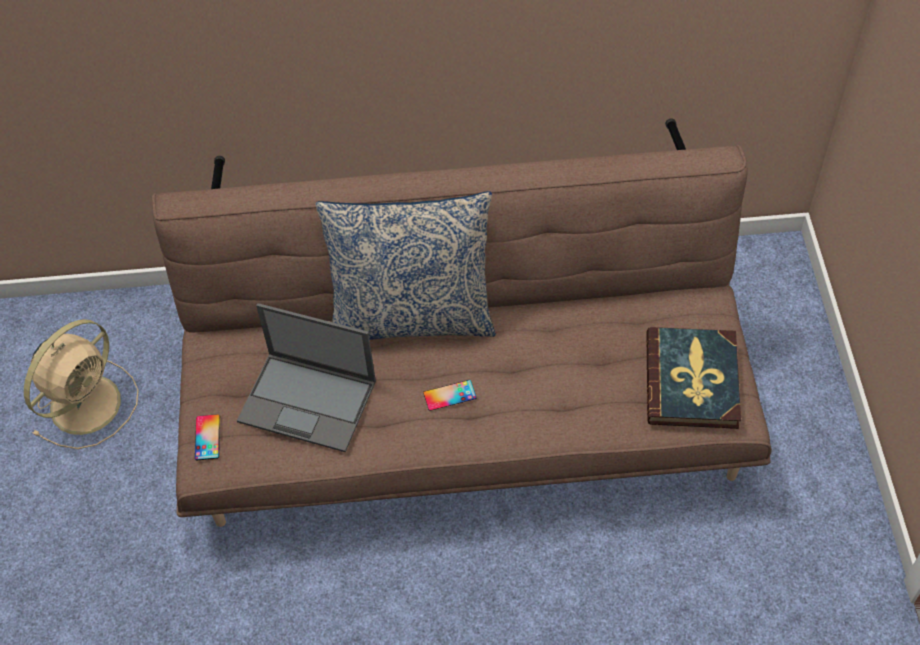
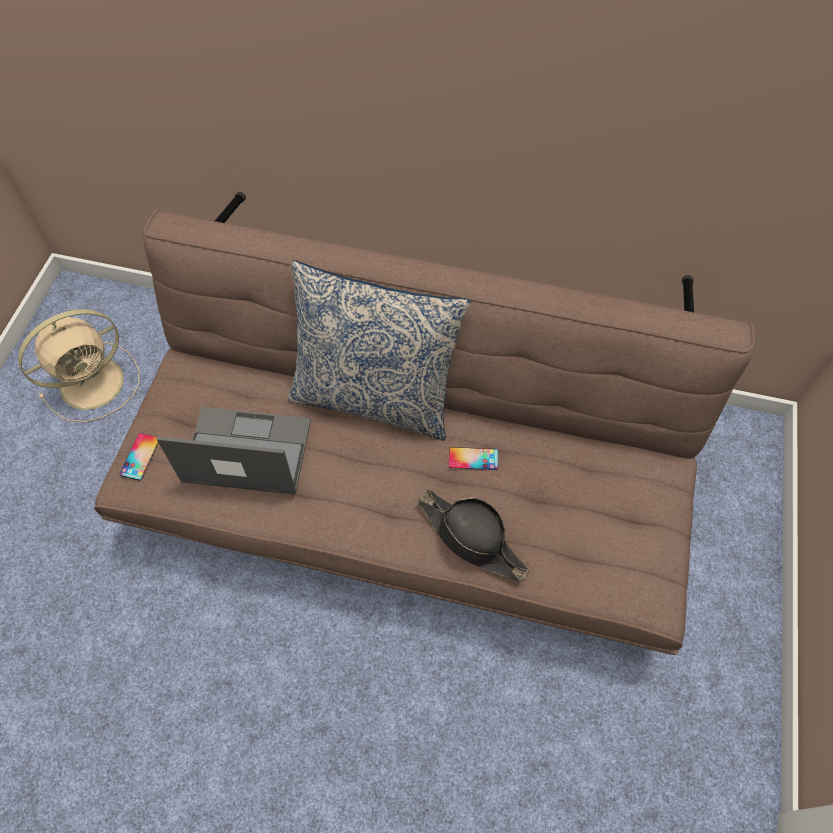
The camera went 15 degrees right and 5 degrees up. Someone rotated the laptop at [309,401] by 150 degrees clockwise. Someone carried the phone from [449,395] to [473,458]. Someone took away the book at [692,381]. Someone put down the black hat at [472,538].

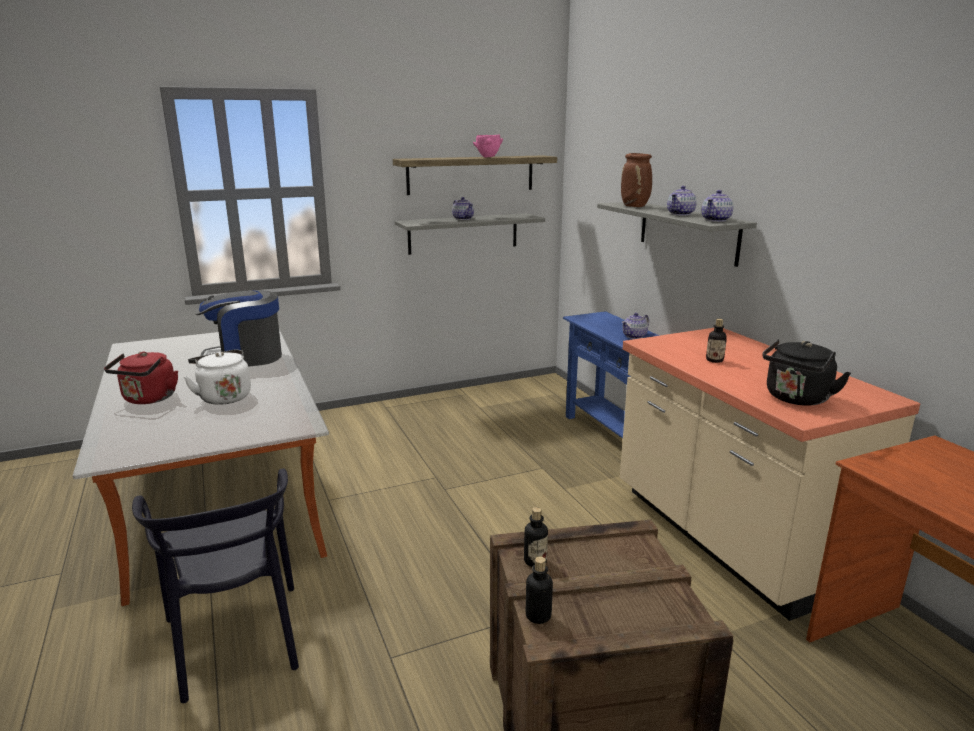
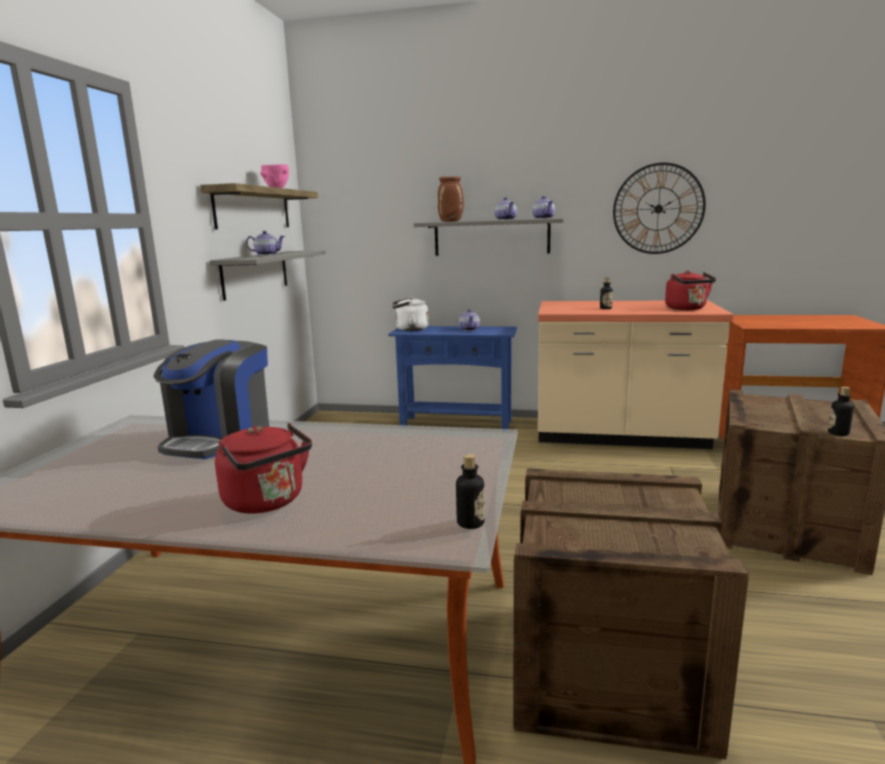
The camera went 55 degrees left and 5 degrees down. Someone swapped the black chair at [236,639] for the crate at [610,671]. Someone carried the white kettle from [223,397] to [410,329]. Someone carried the bottle from [535,561] to [470,523]. Someone repainted the black kettle at [796,399], which became the red kettle at [687,309]. Someone put up the wall clock at [658,209].

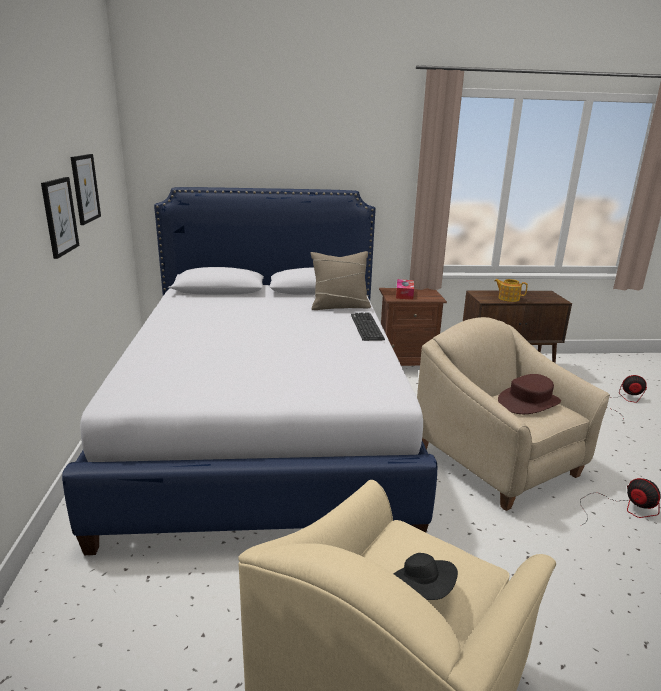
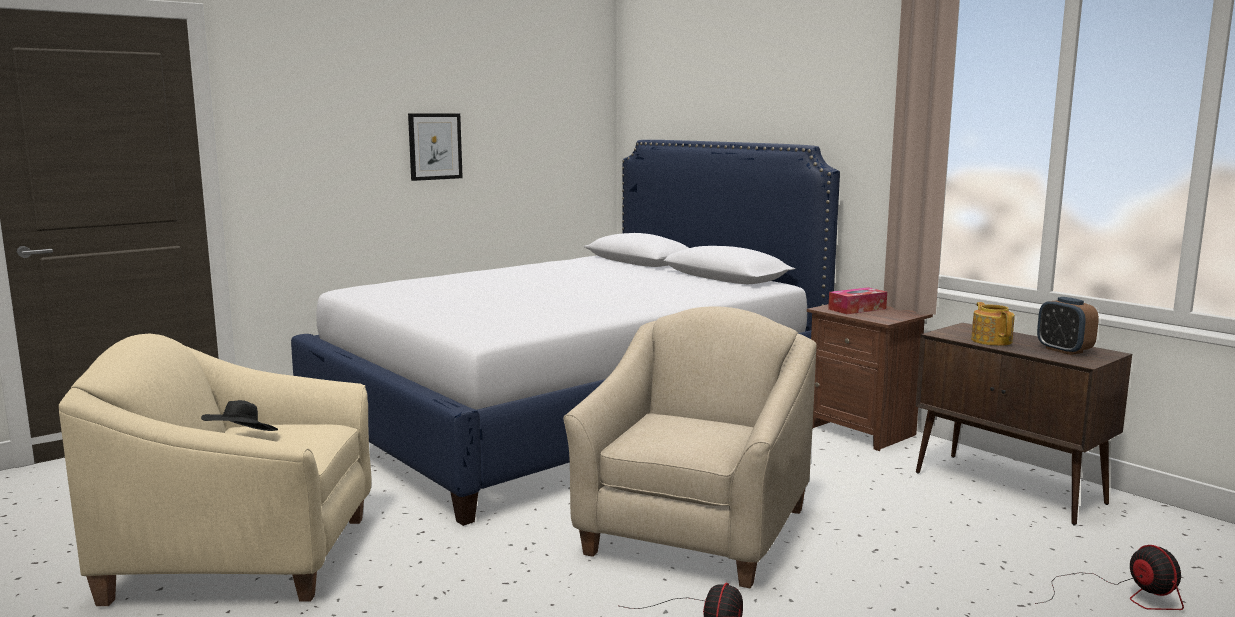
The camera went 55 degrees right and 10 degrees down. Someone took away the picture at [85,188]. Someone took away the beige pillow at [340,306]. Someone took away the keyboard at [366,327]. Someone took away the brown hat at [529,402]. Someone put down the alarm clock at [1064,350].

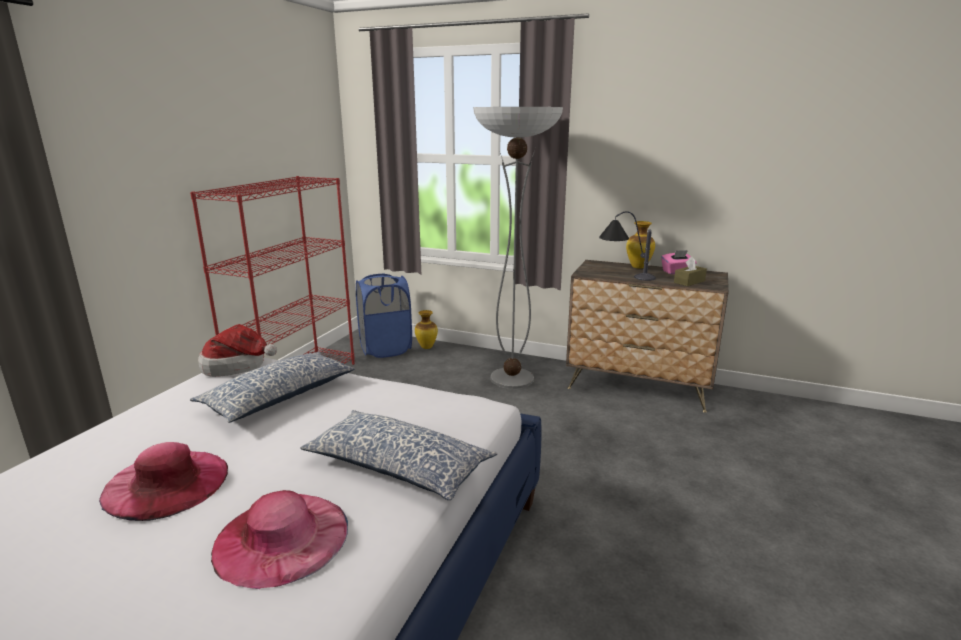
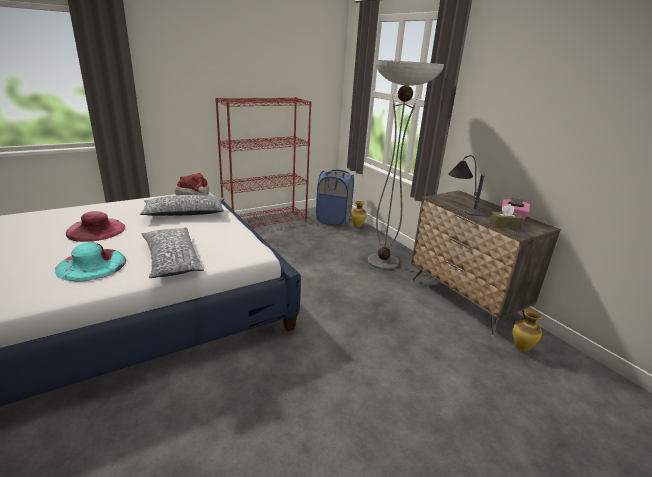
The camera went 35 degrees right and 5 degrees up. Someone repainted the pink hat at [281,537], which became the turquoise hat at [91,264]. Someone carried the vase from [638,267] to [520,348].

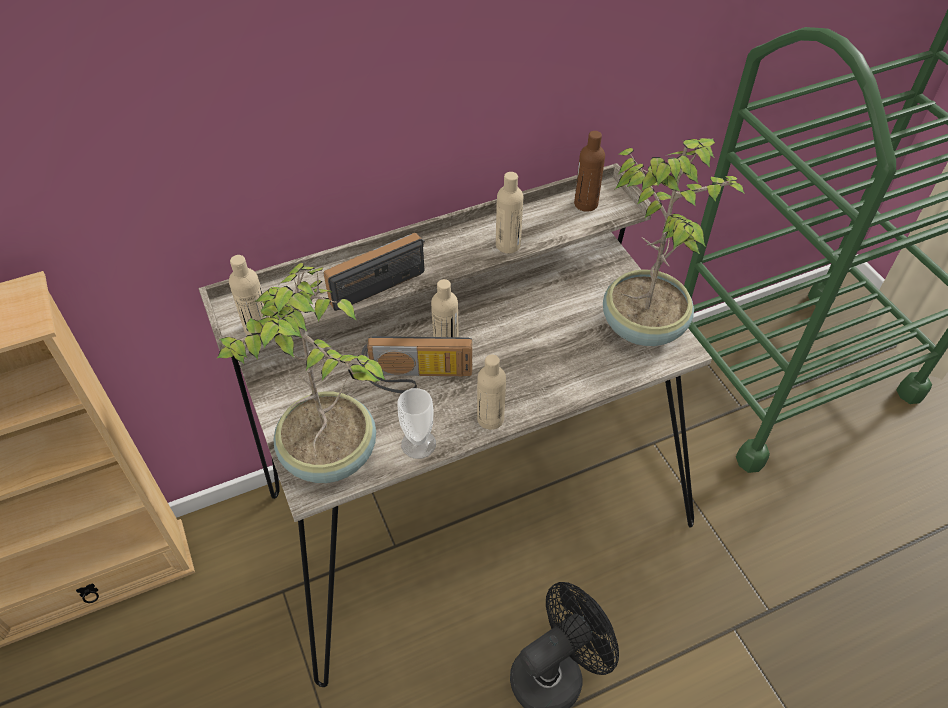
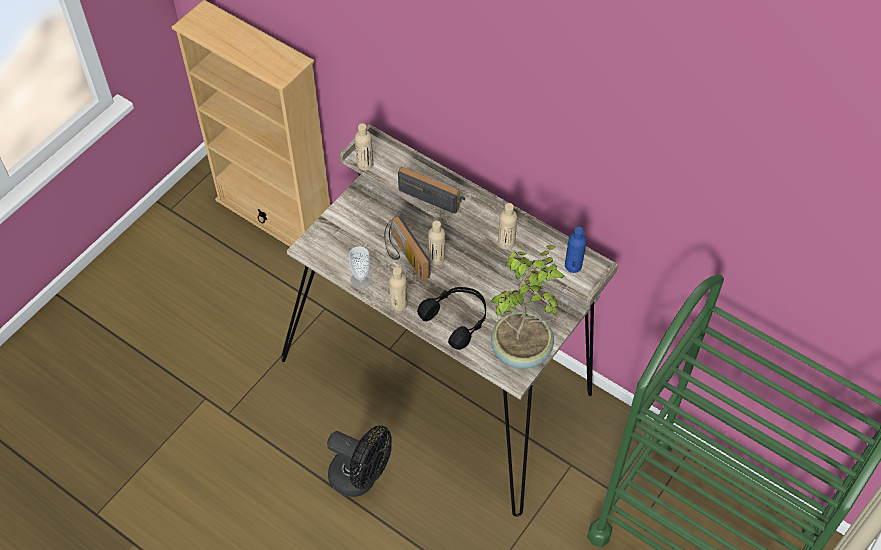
The camera went 60 degrees right and 5 degrees up. Someone took away the potted plant at [328,456]. Someone repainted the brown bottle at [586,204], which became the blue bottle at [573,266]. Someone put down the black headphones at [457,319].

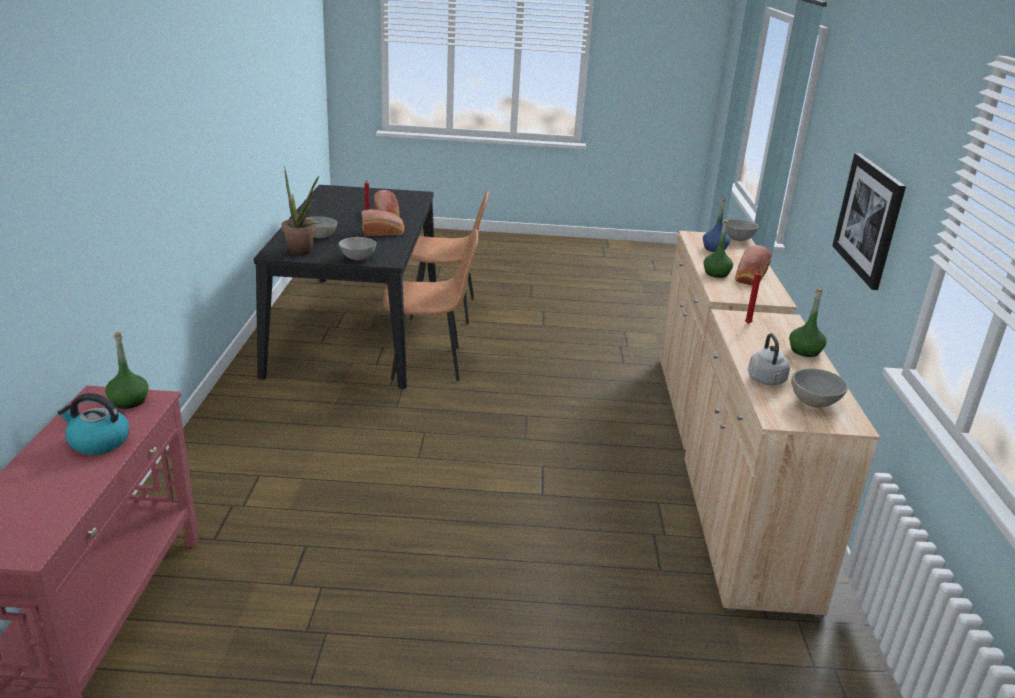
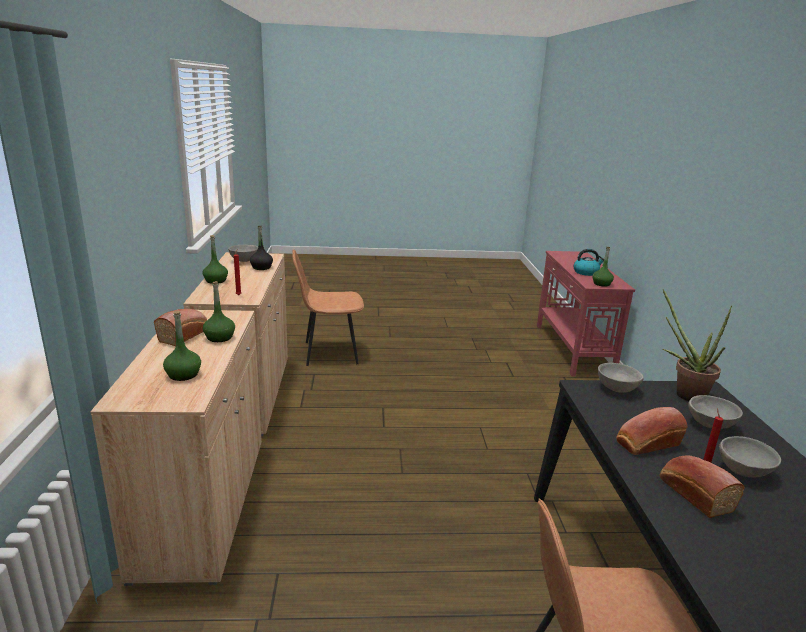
The camera went 175 degrees right and 5 degrees down. Someone carried the brown chair from [428,363] to [329,353]. Someone repainted the blue bottle at [714,249], which became the green bottle at [183,375]. Someone carried the grey bowl from [737,239] to [744,472]. Someone swapped the grey kettle at [767,381] for the black bottle at [261,267]. Someone took away the picture at [869,219].

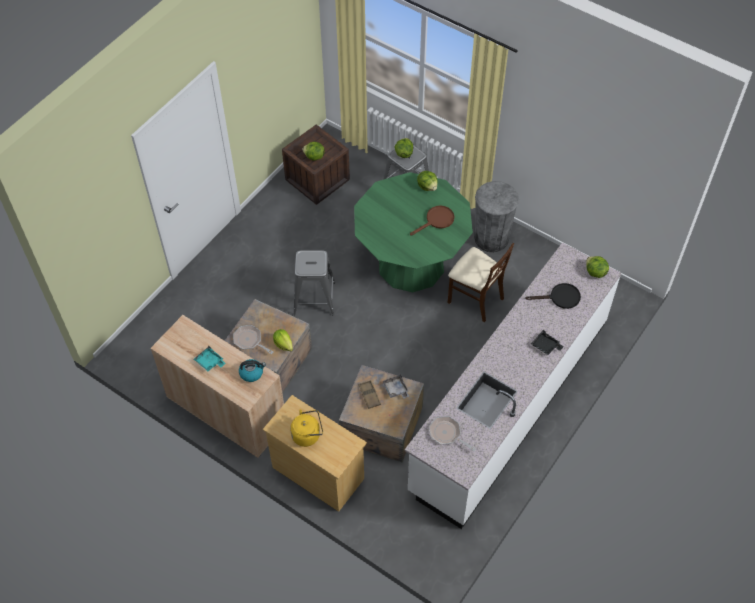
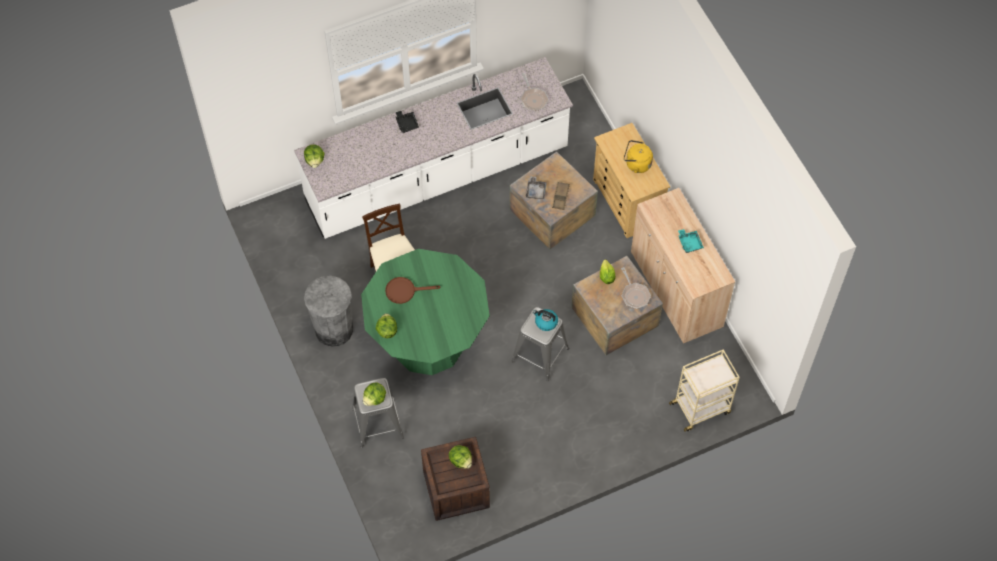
The camera went 150 degrees left and 5 degrees up. Someone carried the kettle from [252,373] to [545,322]. Someone took away the black frying pan at [560,298]. Someone put down the beige cart at [701,407].

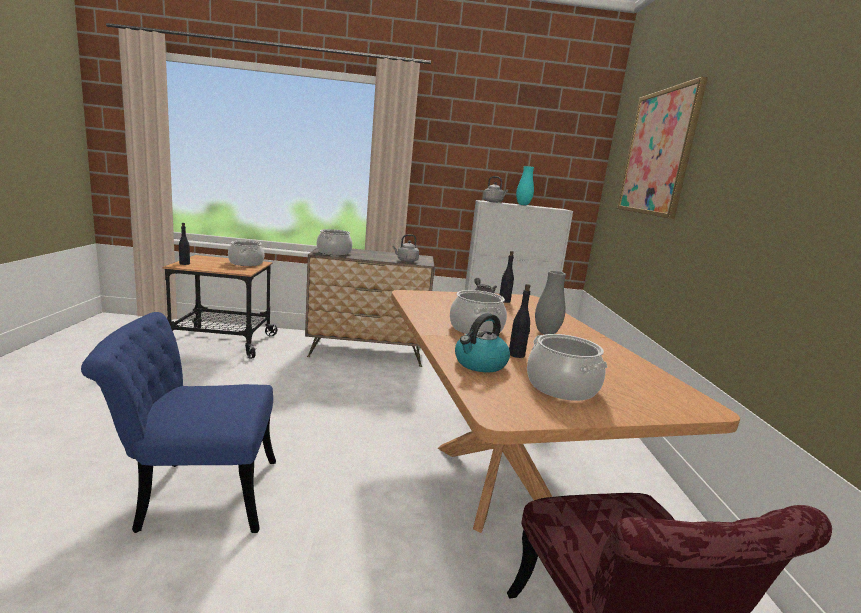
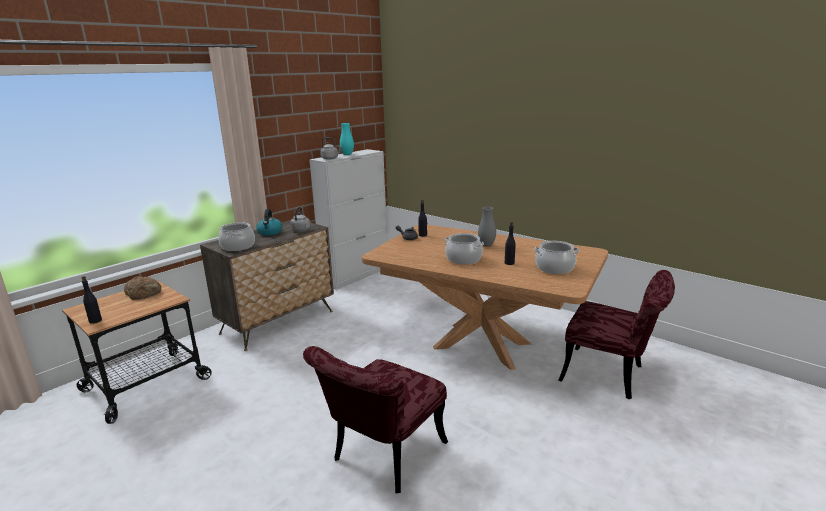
The camera went 45 degrees left and 5 degrees up. Someone repainted the blue chair at [194,495], which became the red chair at [382,458]. Someone swapped the cooking pot at [246,263] for the bread at [144,292]. Someone carried the kettle from [480,364] to [270,232]. Someone took away the picture at [658,153].

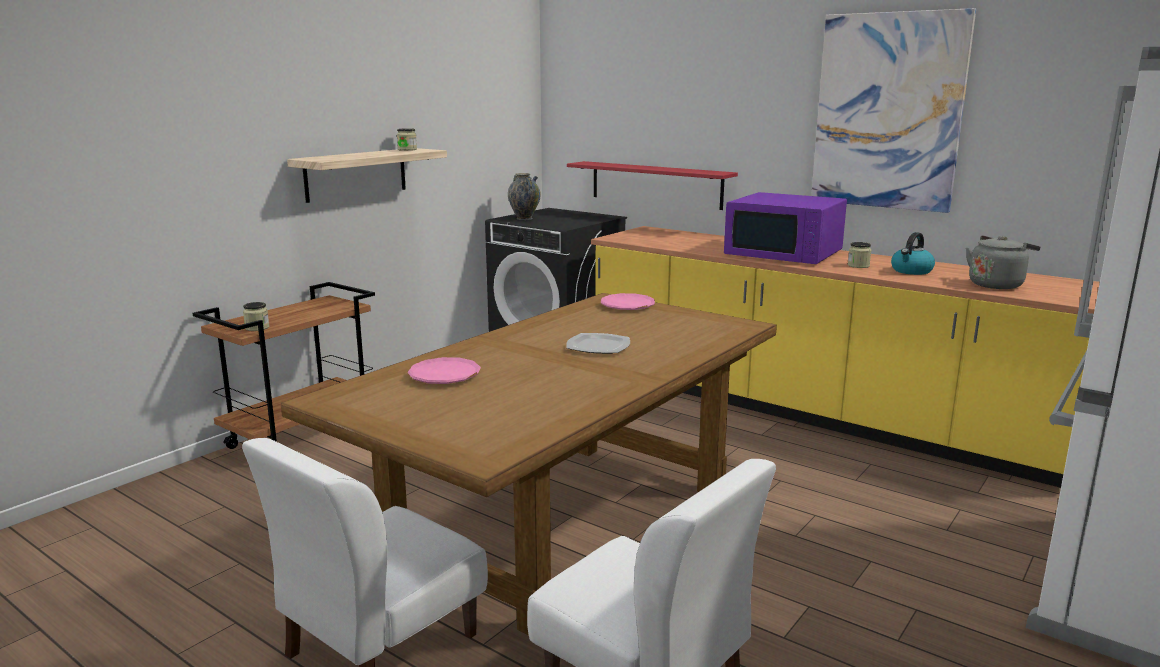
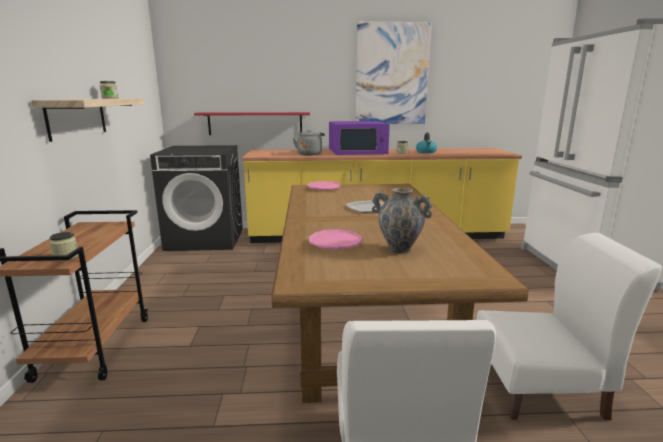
The camera went 40 degrees left and 0 degrees up. Someone carried the vase from [524,218] to [399,249]. Someone carried the grey kettle from [997,284] to [309,154].

